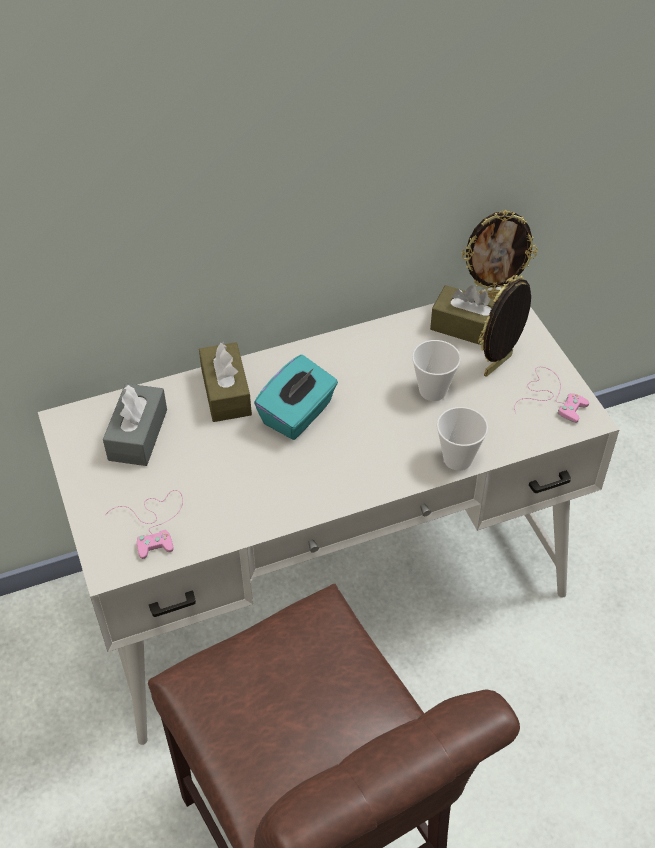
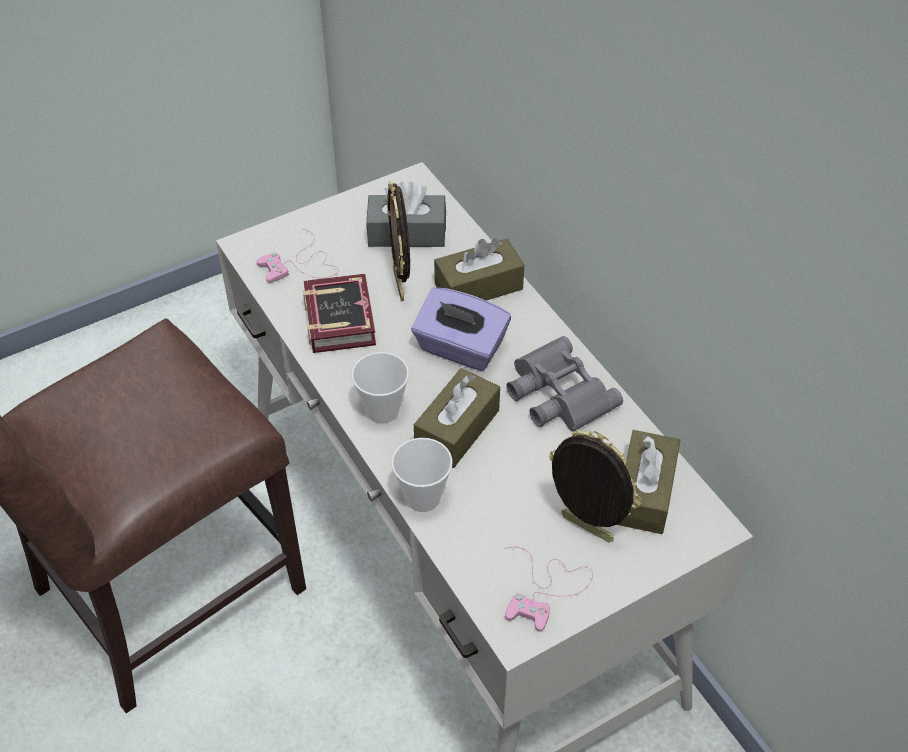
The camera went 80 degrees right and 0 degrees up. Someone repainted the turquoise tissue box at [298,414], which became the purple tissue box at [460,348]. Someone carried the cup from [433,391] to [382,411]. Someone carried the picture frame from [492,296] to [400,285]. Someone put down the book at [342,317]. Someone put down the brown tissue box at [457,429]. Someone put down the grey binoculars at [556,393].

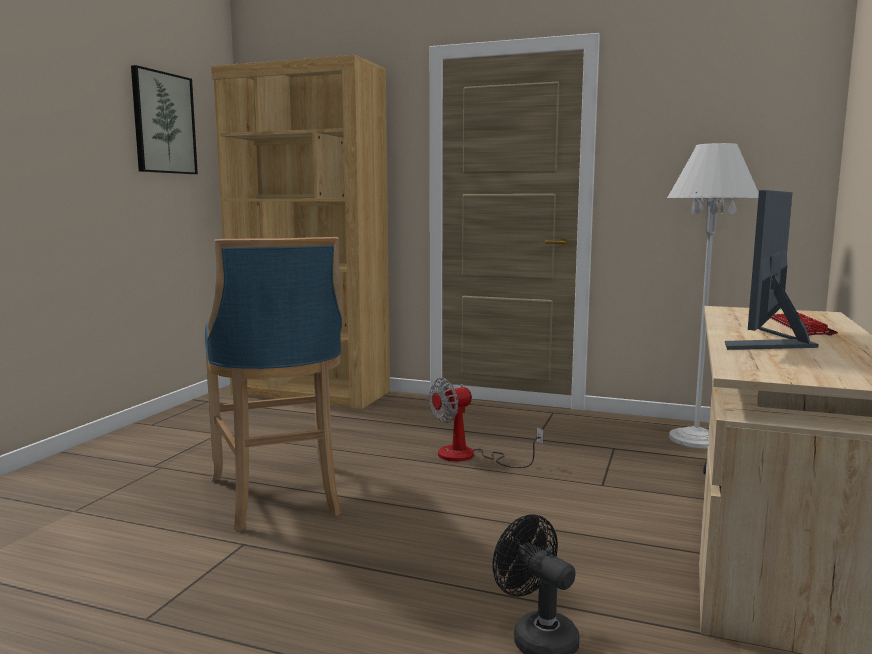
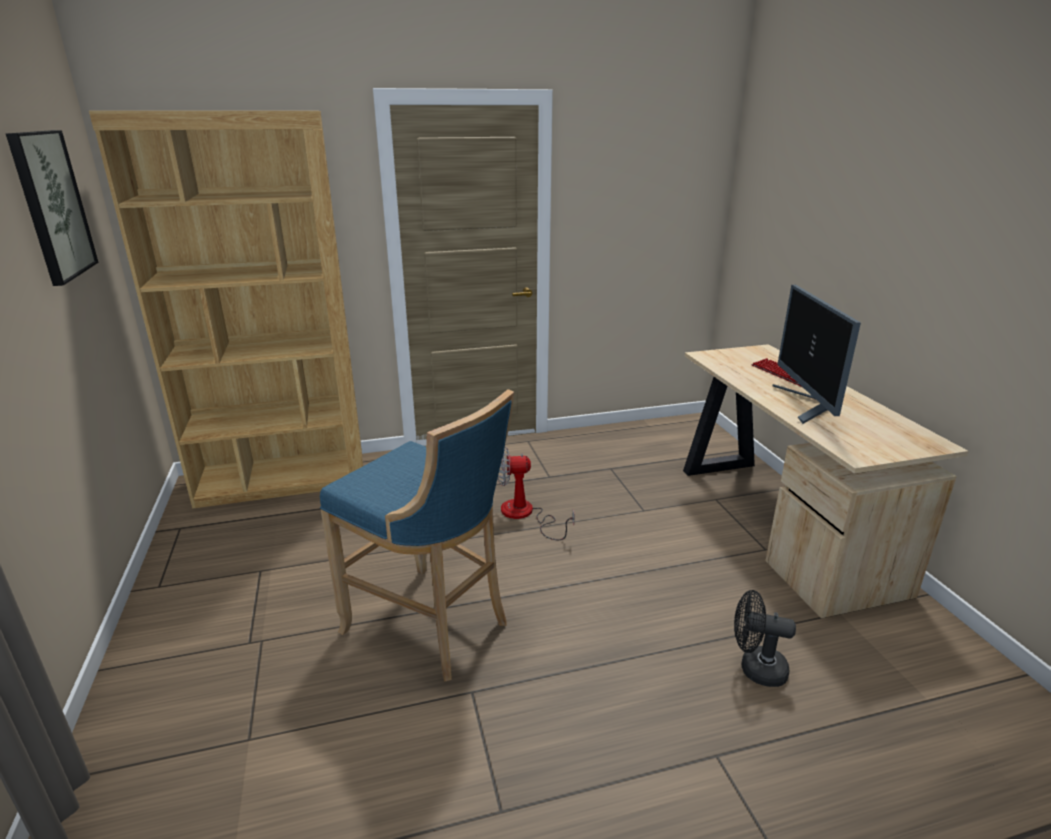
The camera went 35 degrees left and 15 degrees up. Someone rotated the fan at [469,456] by 60 degrees clockwise. Someone took away the white floor lamp at [696,439].

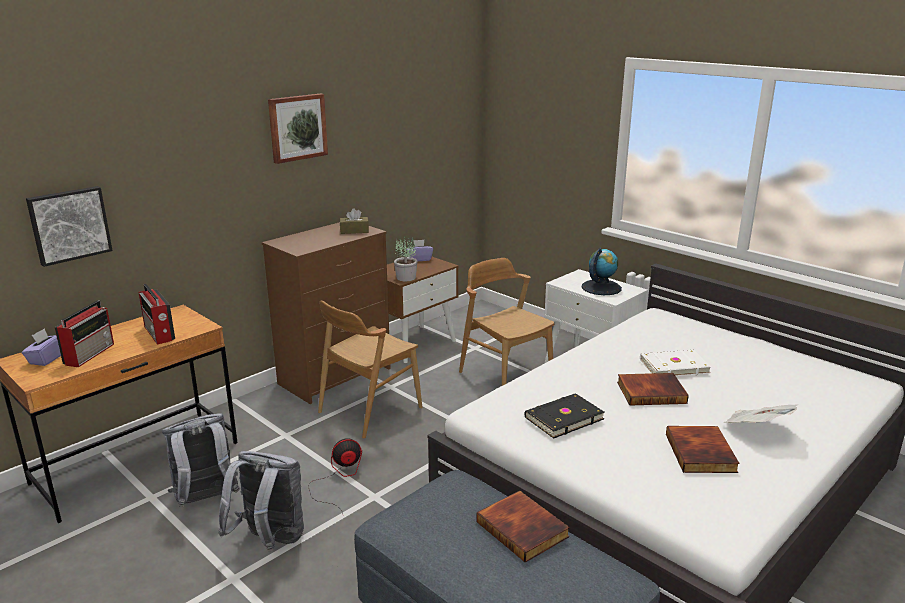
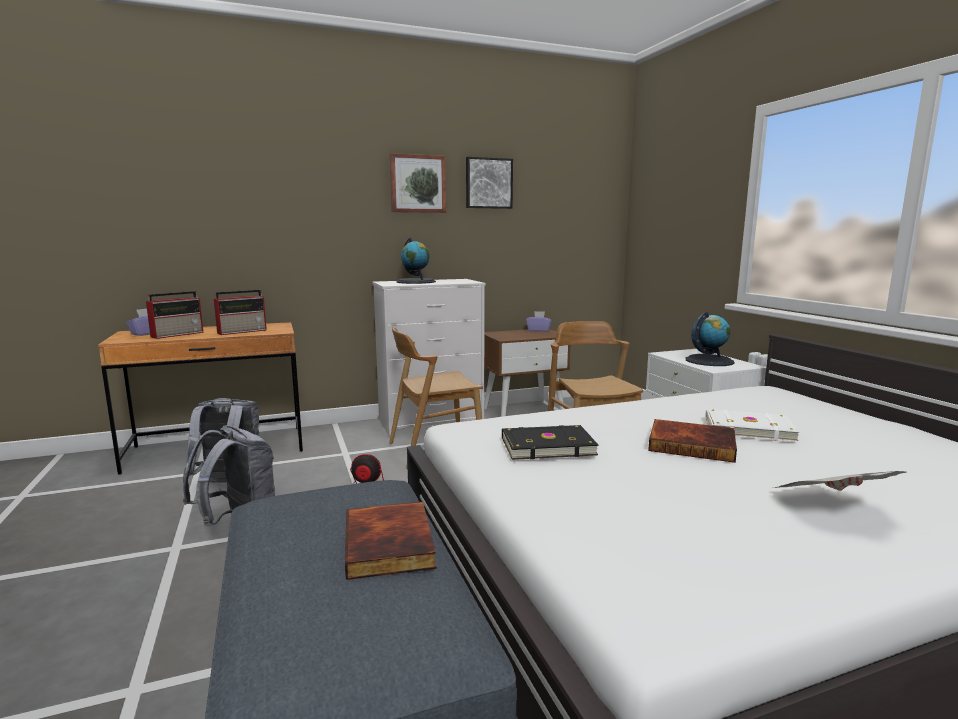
The camera went 25 degrees right and 10 degrees down. Someone carried the picture from [69,224] to [488,183]. Someone rotated the radio at [159,334] by 120 degrees counterclockwise. Someone repainted the brown dresser at [335,376], which became the white dresser at [431,422]. Someone took away the brown tissue box at [354,231]. Someone took away the potted plant at [406,277]. Someone took away the book at [702,453]. Someone put down the globe at [416,282].

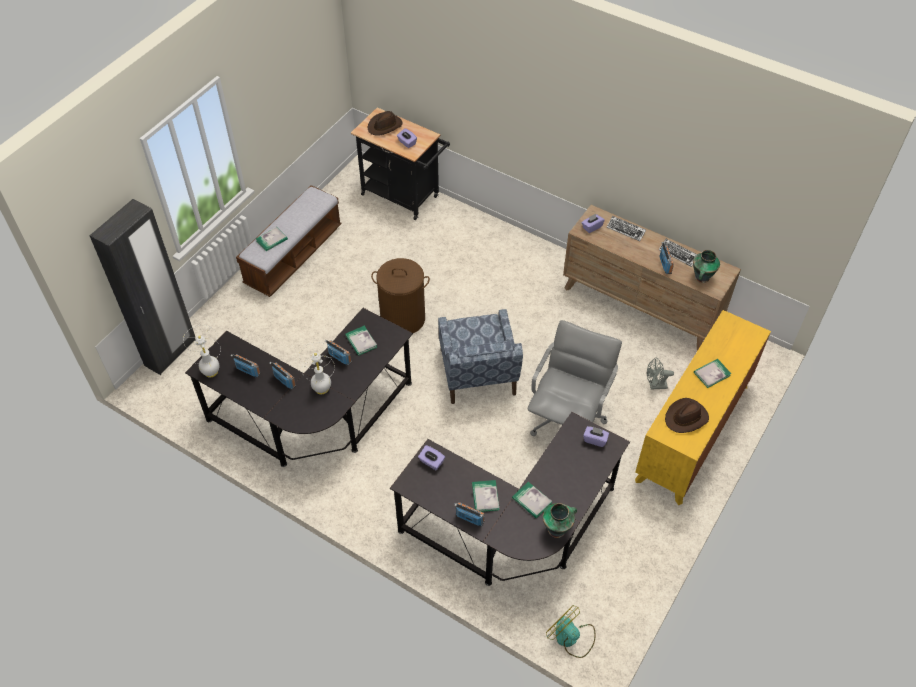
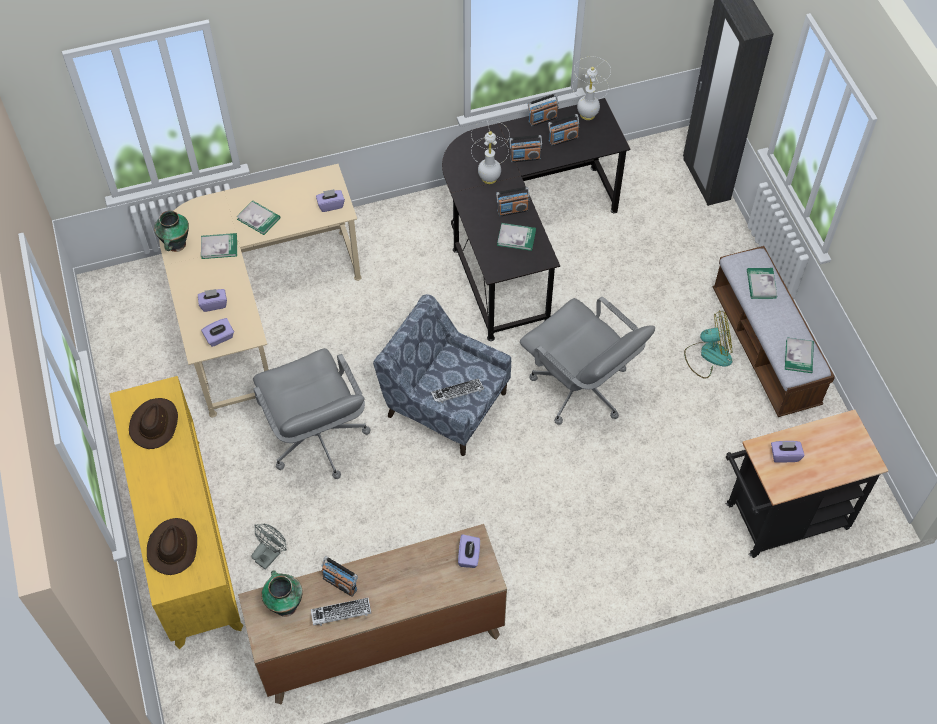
The camera went 130 degrees right and 5 degrees up. Someone carried the brown hat from [385,126] to [173,547]. Someone swapped the brown laundry basket at [403,318] for the grey office chair at [580,388]. Someone repainted the black desk at [514,531], which became the beige desk at [256,308]. Someone carried the radio from [469,518] to [542,119]. Someone carried the fan from [571,637] to [708,355]. Someone carried the keyboard from [625,230] to [457,393]. Someone carried the book from [712,374] to [799,356]. Someone put down the purple tissue box at [214,304].

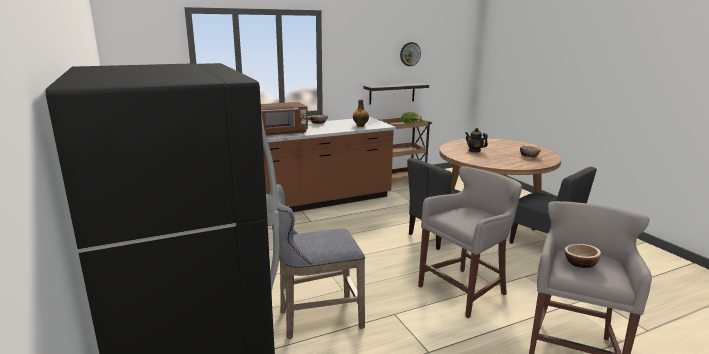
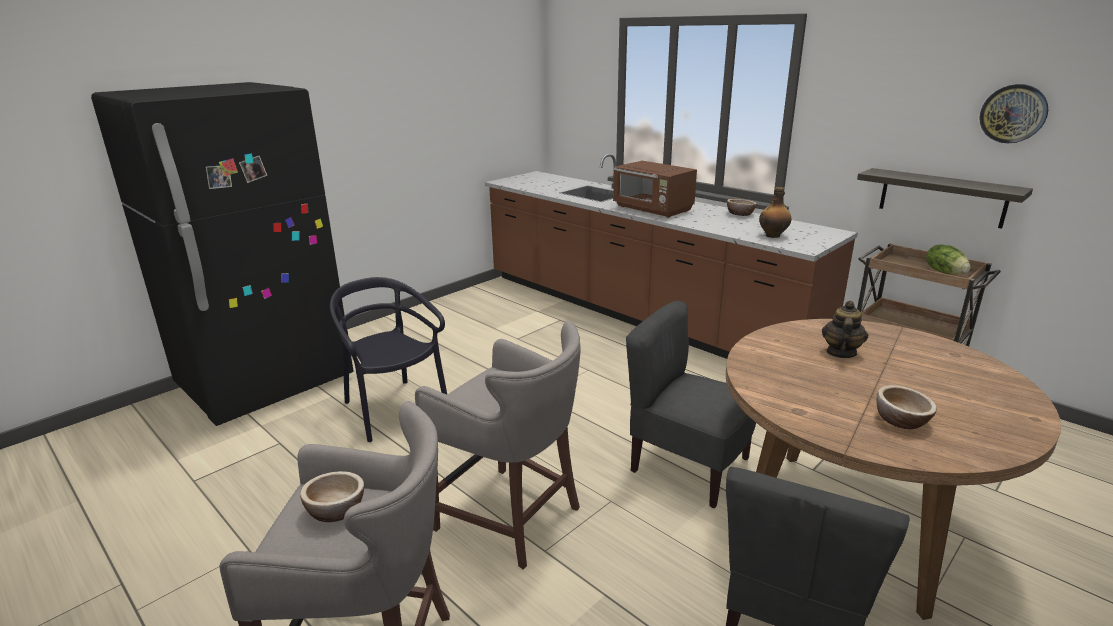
The camera went 70 degrees right and 5 degrees up. Someone swapped the grey stool at [315,319] for the black chair at [394,409].

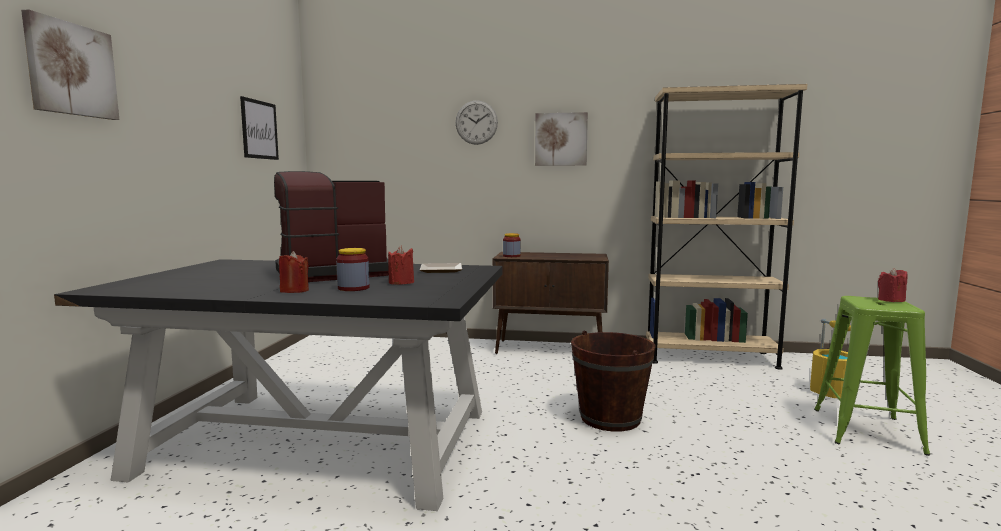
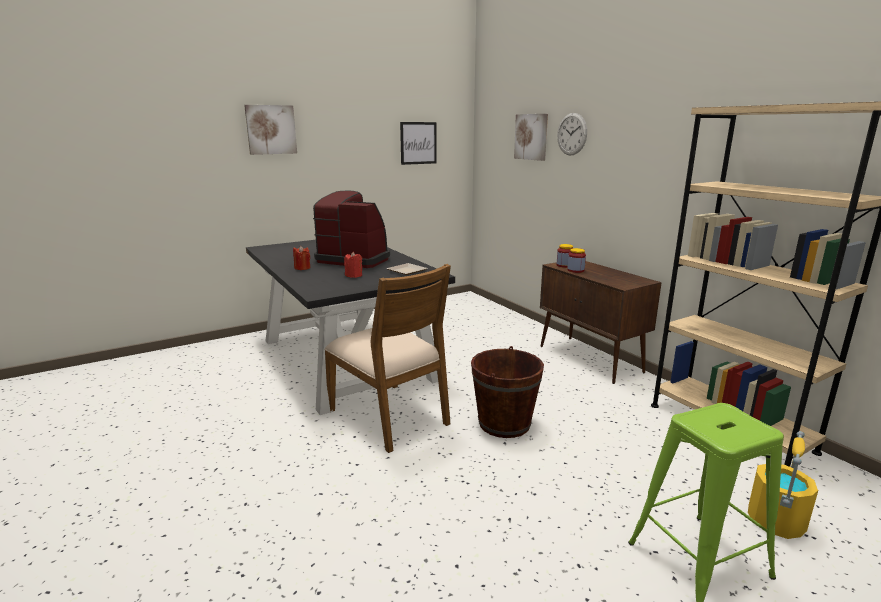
The camera went 50 degrees right and 10 degrees up. Someone carried the jar from [353,288] to [575,270]. Someone carried the picture from [561,139] to [531,137]. Someone took away the red candle at [891,300]. Someone put down the brown chair at [390,416].

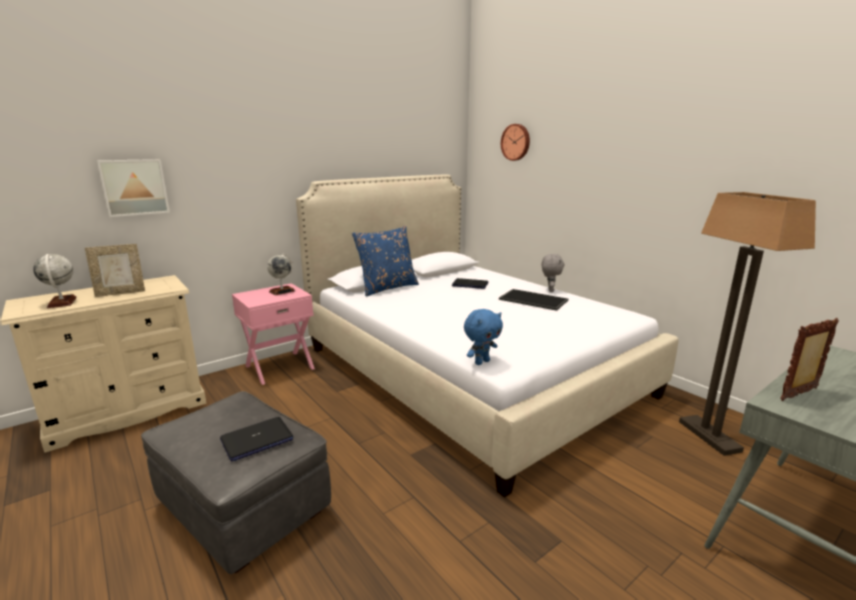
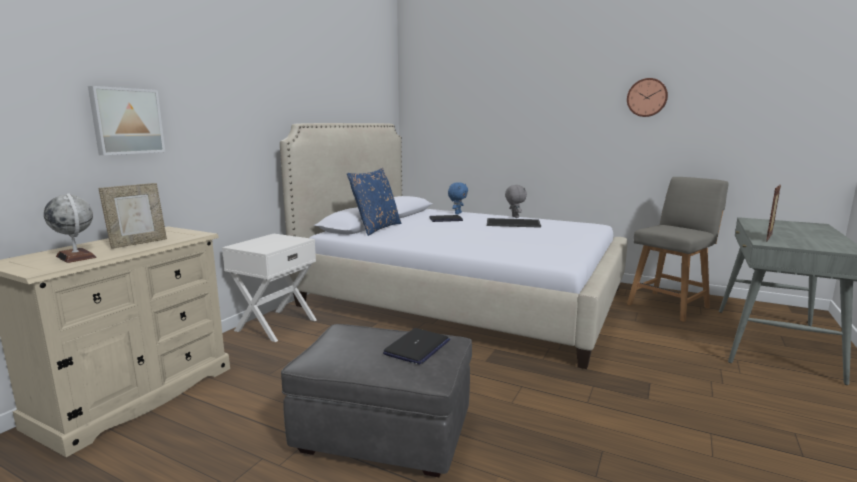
The camera went 25 degrees left and 5 degrees down. Someone repainted the pink nightstand at [279,367], which became the white nightstand at [275,325]. Someone took away the globe at [282,291]. Someone carried the blue plush toy from [481,362] to [457,213]. Someone carried the wall clock from [516,142] to [647,97]. Someone swapped the floor lamp at [709,436] for the grey chair at [669,305].

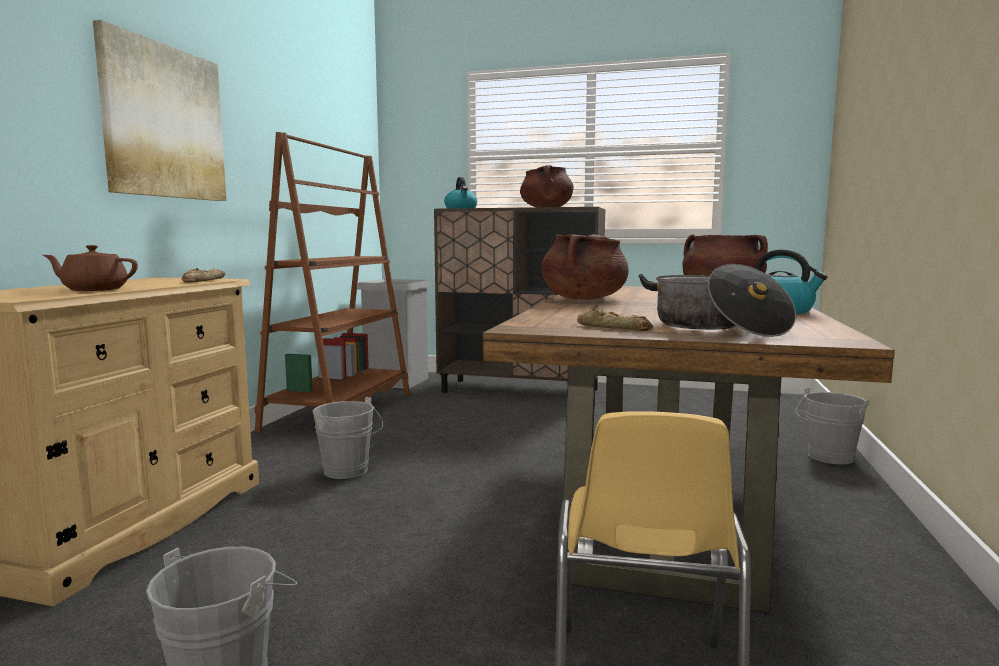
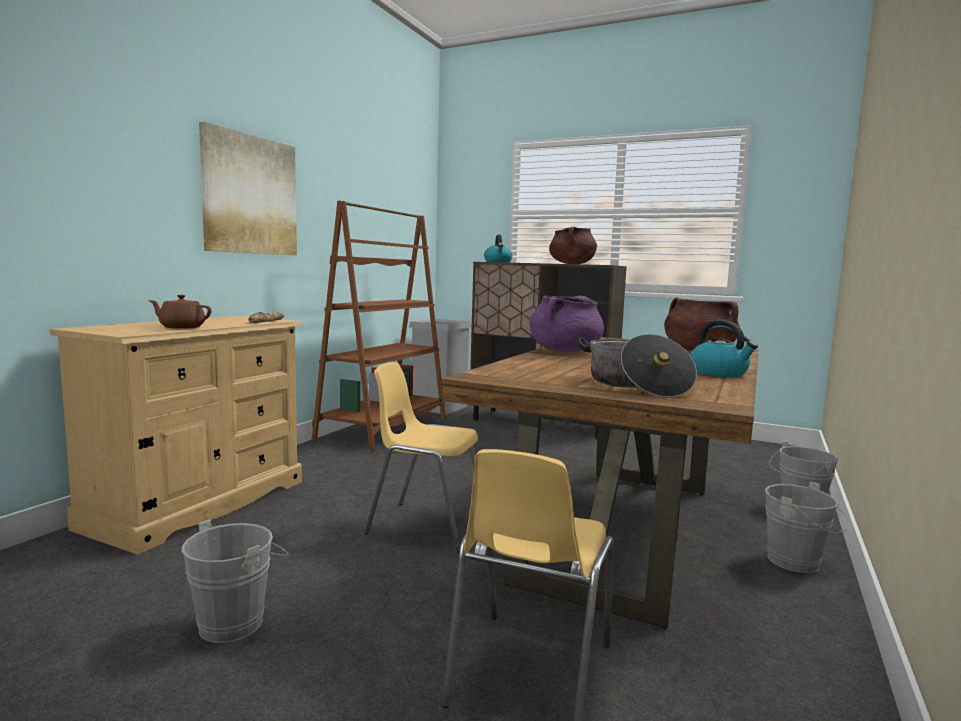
The camera went 10 degrees right and 0 degrees up. Someone carried the grey bucket from [349,472] to [798,563]. Someone repainted the brown cooking pot at [584,299], which became the purple cooking pot at [565,351]. Someone took away the bread at [613,328]. Someone put down the yellow chair at [426,525].

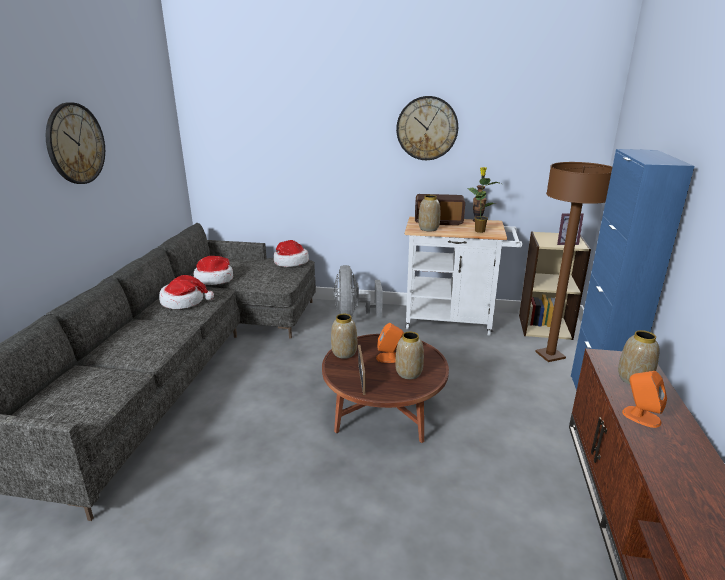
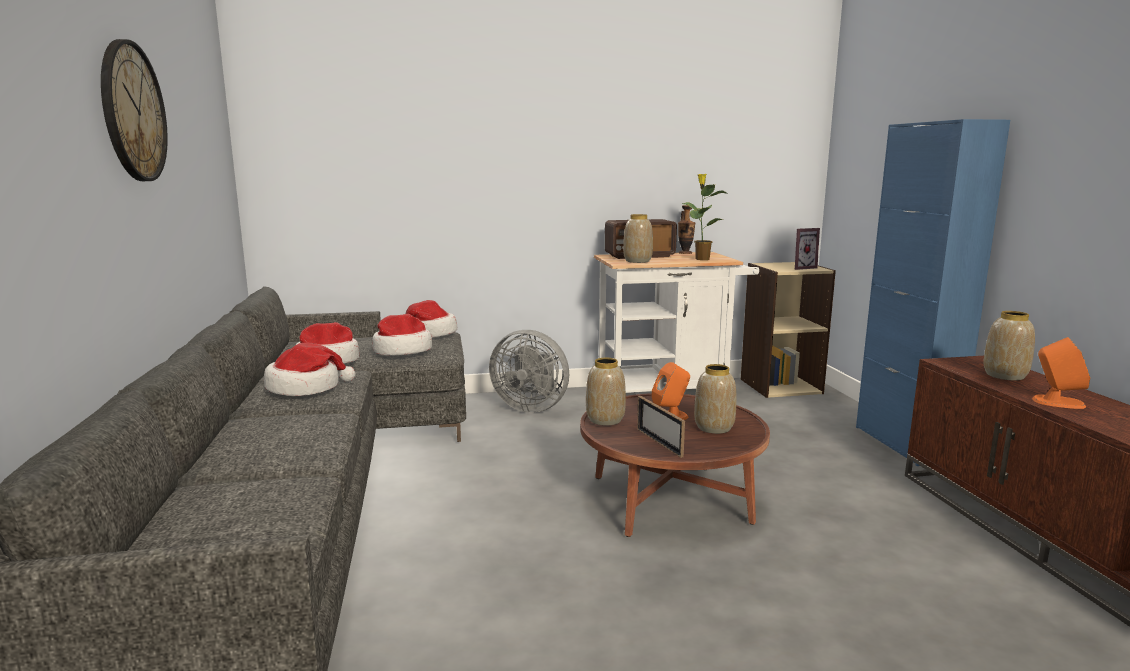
The camera went 20 degrees left and 10 degrees down. Someone rotated the grey fan at [353,317] by 45 degrees counterclockwise. Someone took away the wall clock at [427,128]. Someone took away the brown floor lamp at [550,355]. Someone put down the hat at [402,351].

